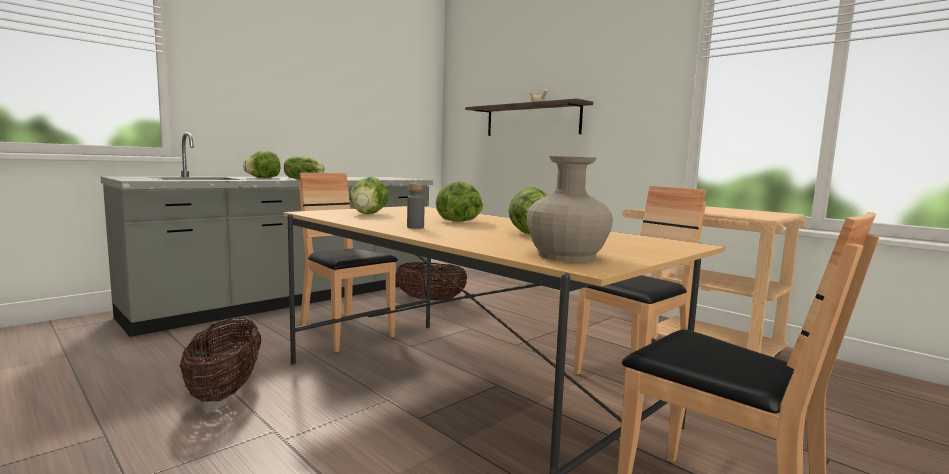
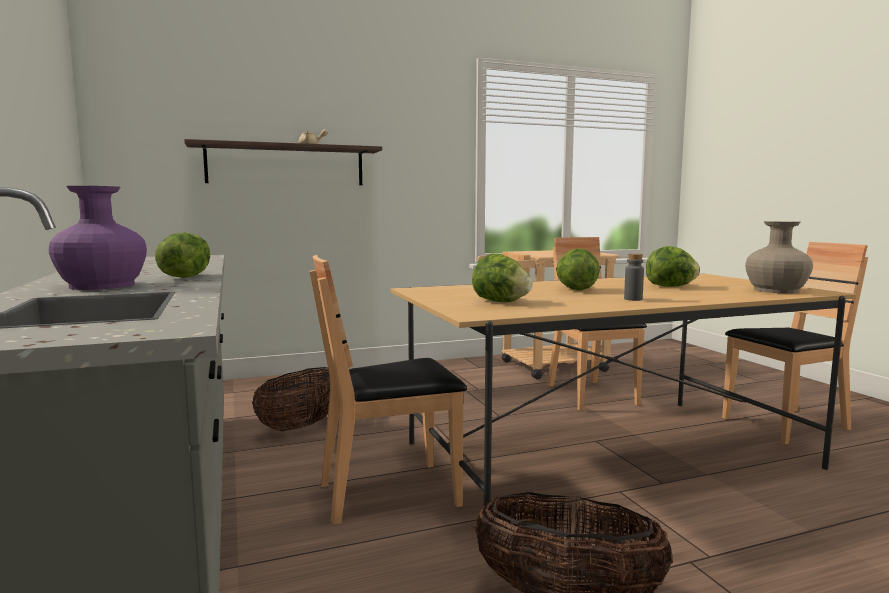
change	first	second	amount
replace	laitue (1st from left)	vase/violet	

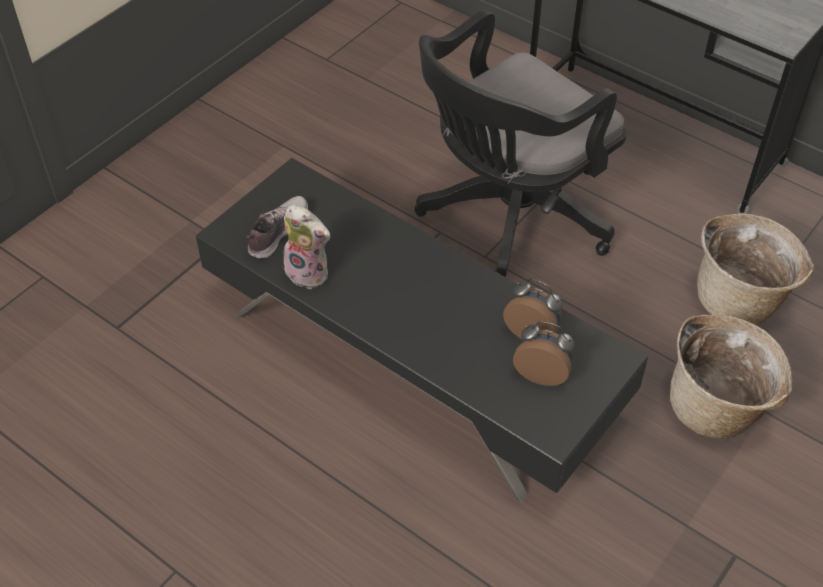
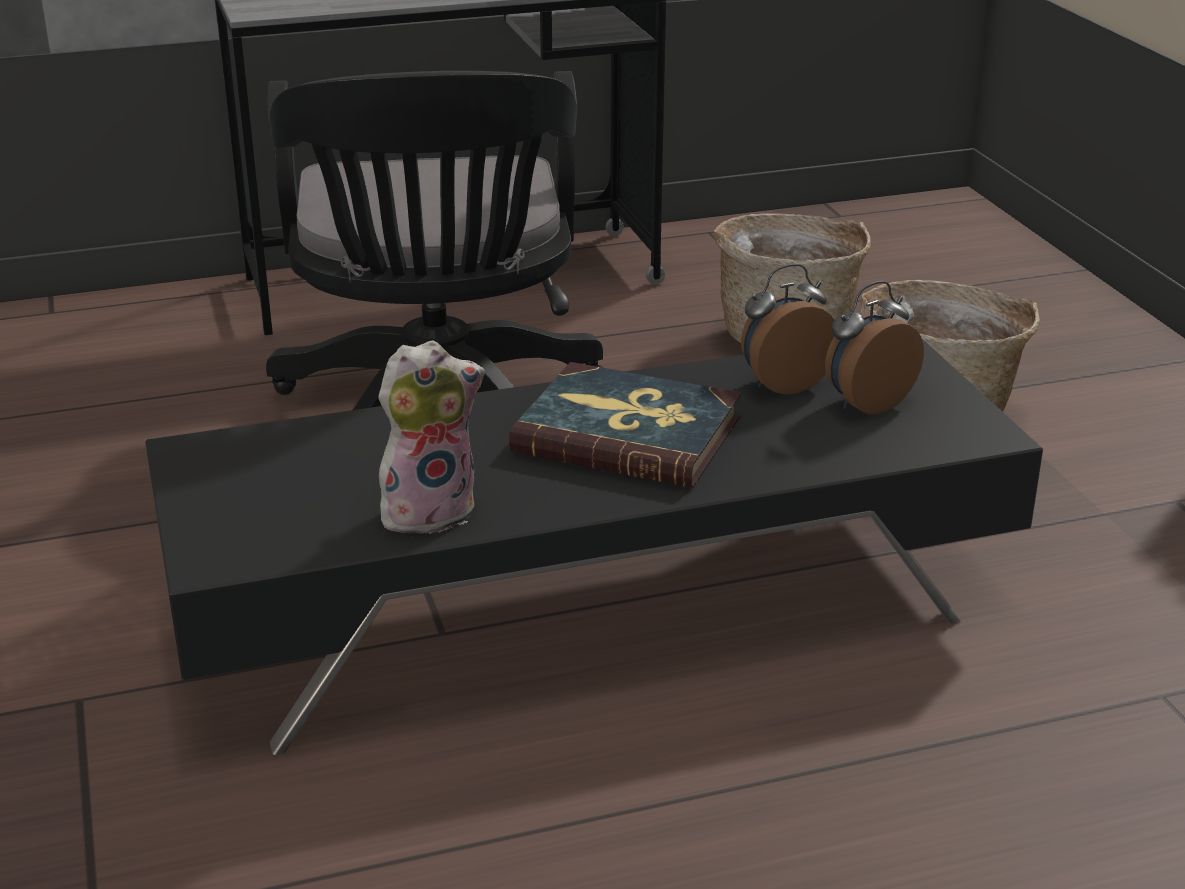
change	first	second	amount
delete	chaussure		
insert		livre	

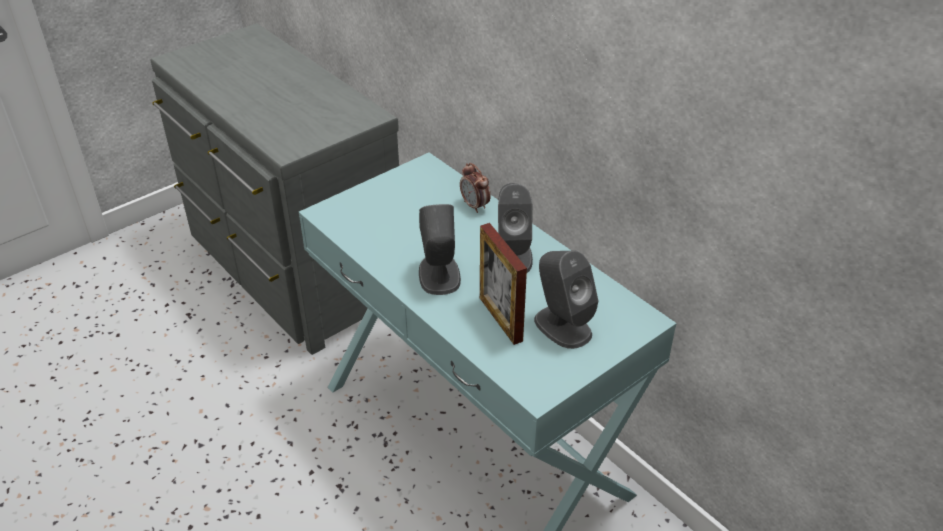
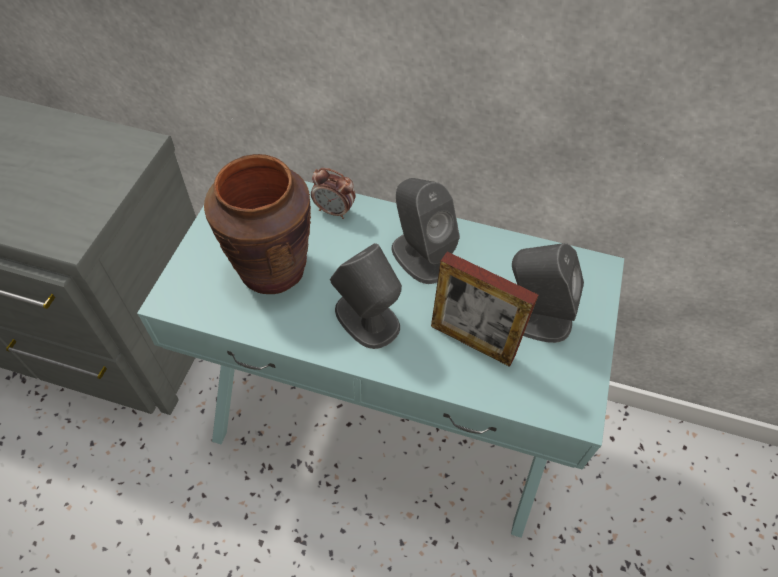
change	first	second	amount
insert		vase/marron	

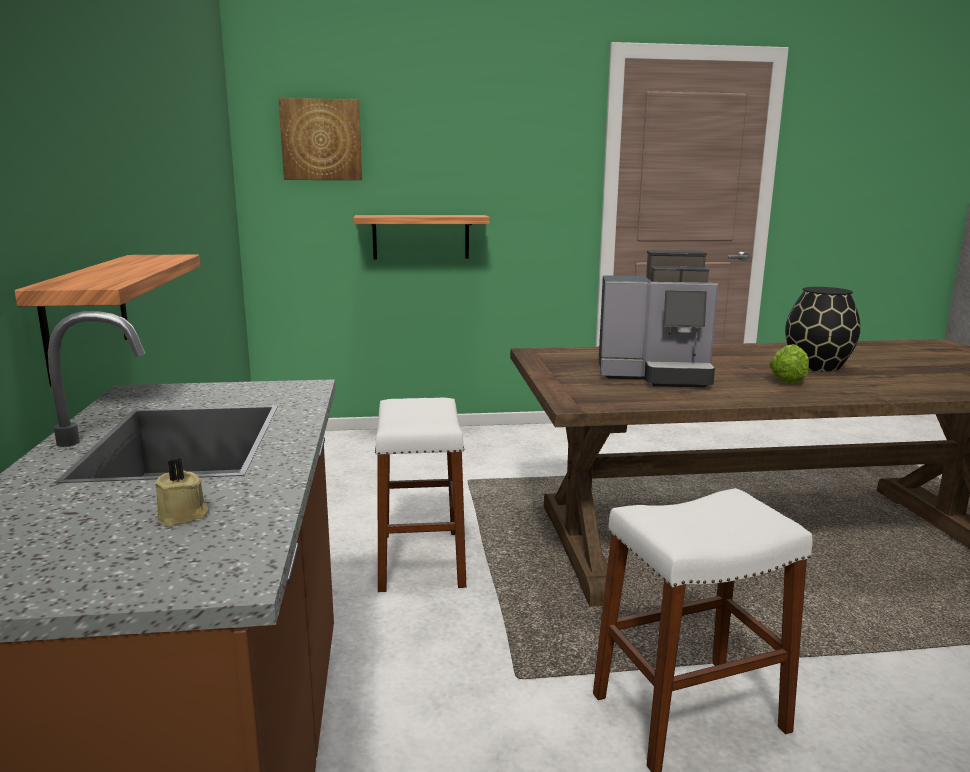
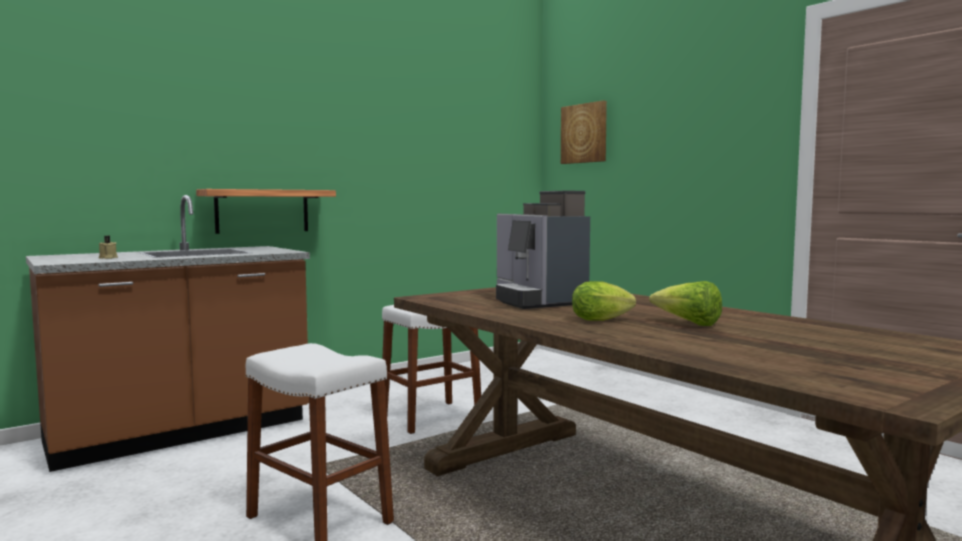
change	first	second	amount
delete	étagère (2nd from left)		
replace	vase/noir	laitue (2nd from left)	

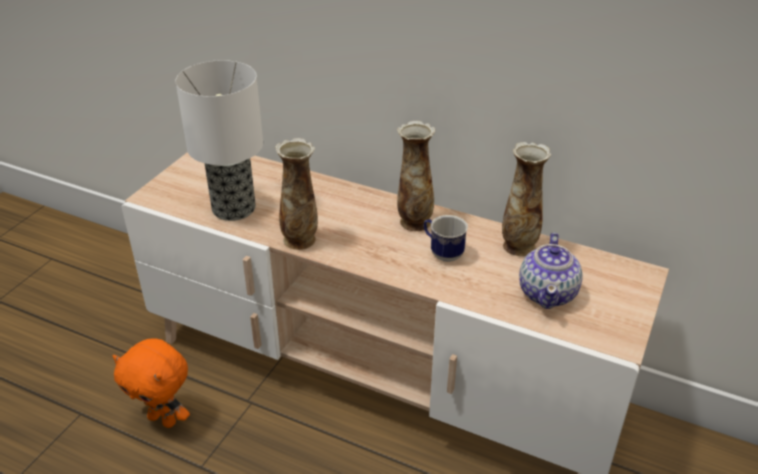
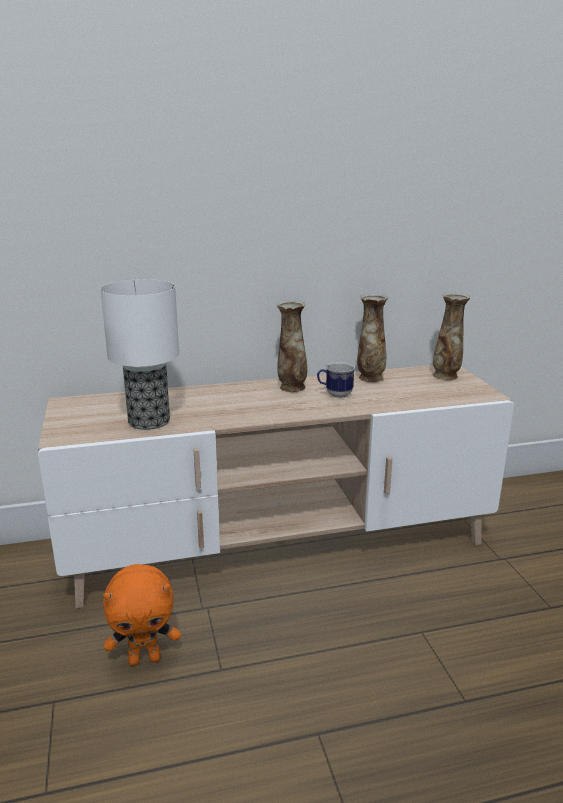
change	first	second	amount
delete	théière		
move	vase (1st from left in the first image)	vase (3rd from left)	

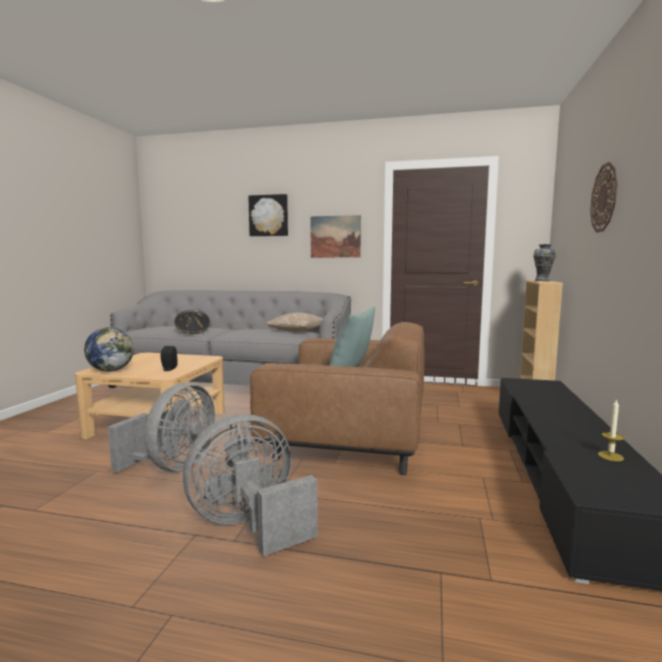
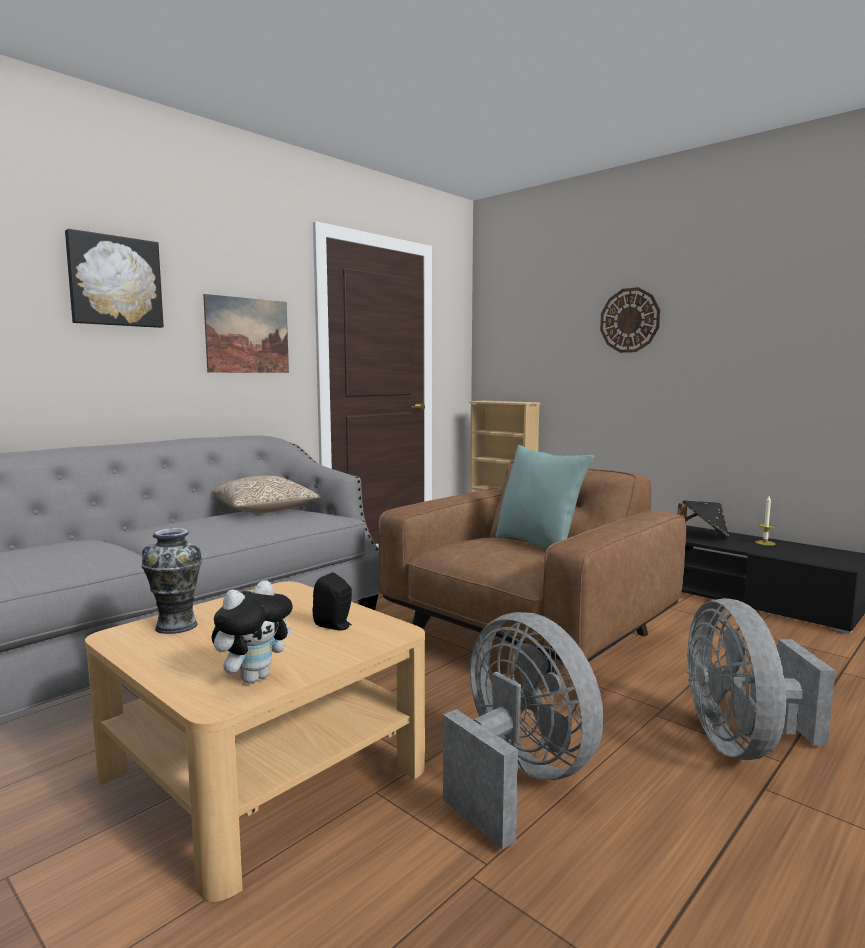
change	first	second	amount
move	chapeau/noir		
move	vase		
replace	globe	peluche	

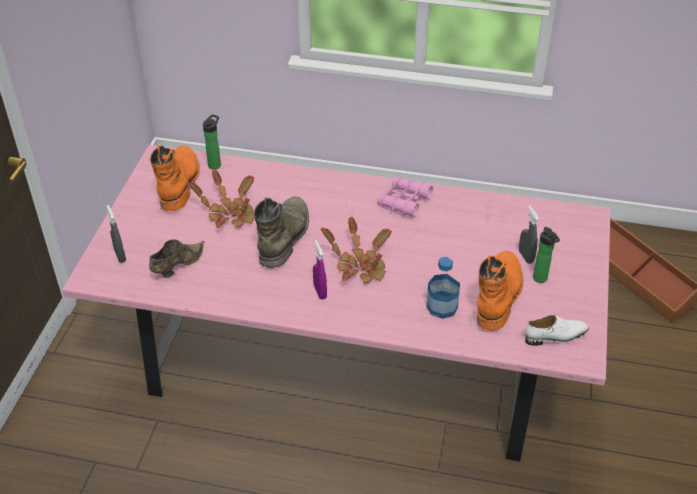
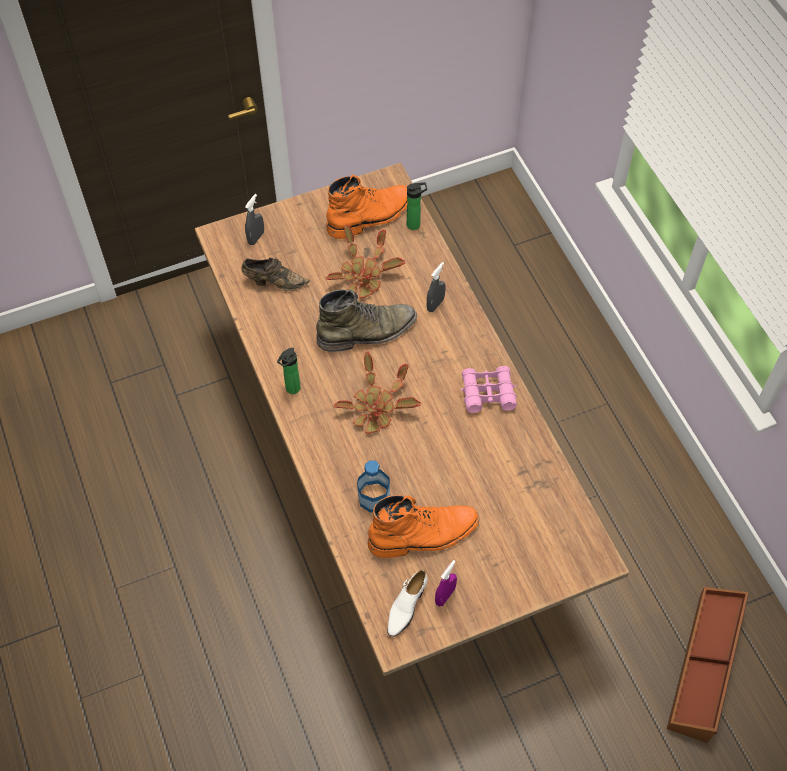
change	first	second	amount
move	vaporisateur/violet		
move	vaporisateur/gris (2nd from left)		
move	bouteille (3rd from left in the first image)	bouteille (1st from left)	
recolor	table à manger/rose	table à manger/marron	
rotate	chaussure/blanc		75 degrees clockwise

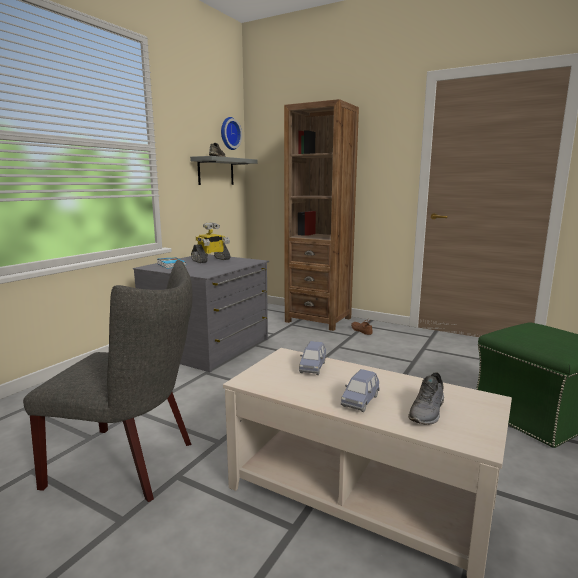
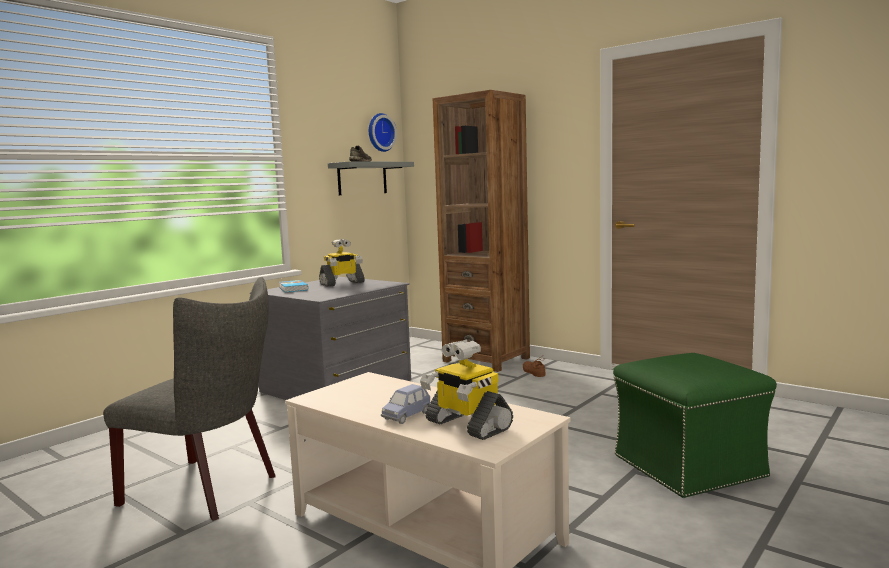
change	first	second	amount
delete	petite voiture/bleu (1st from left)		
replace	chaussure/gris (2nd from left)	robot jouet (2nd from left)	

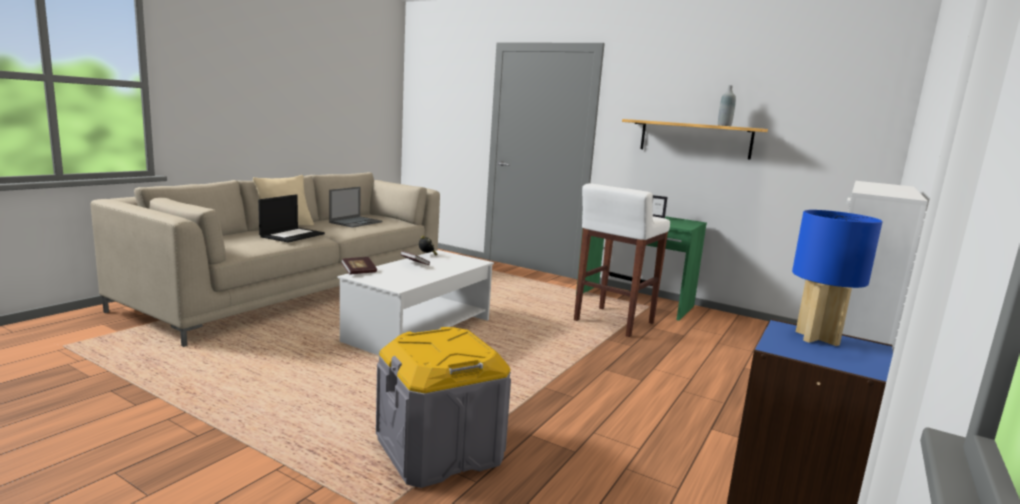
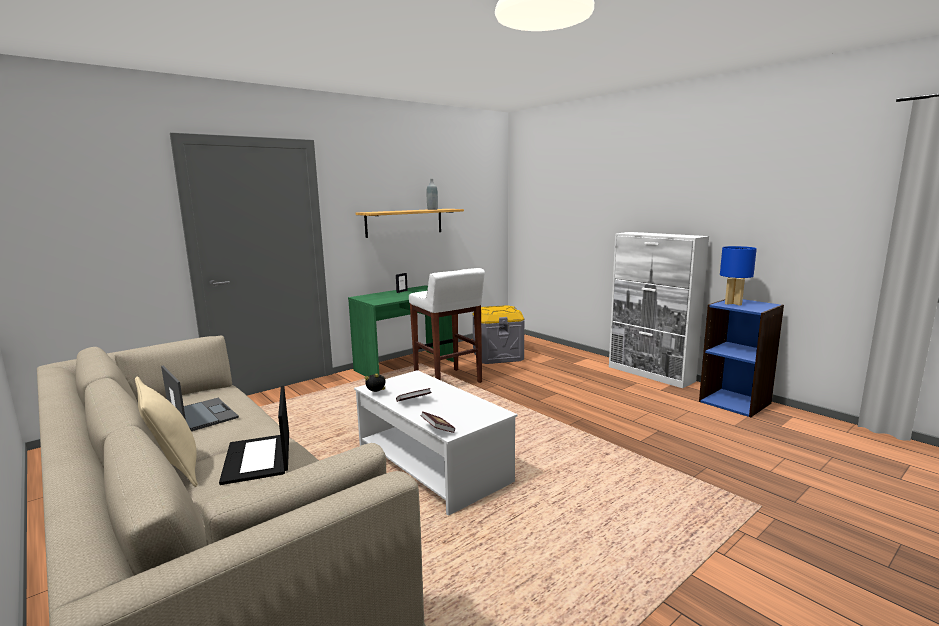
change	first	second	amount
move	boîte de rangement/gris		
rotate	ordinateur portable (1st from left in the first image)	ordinateur portable (2nd from left)	150 degrees counterclockwise

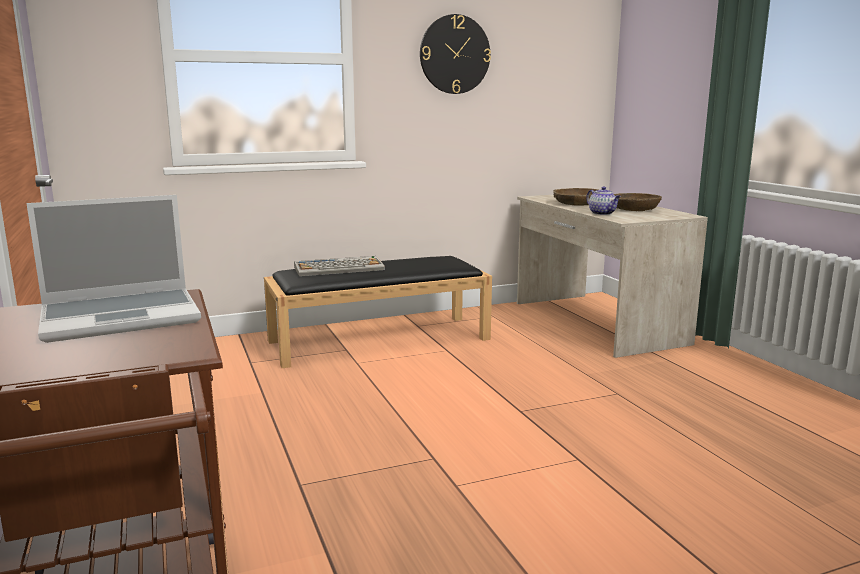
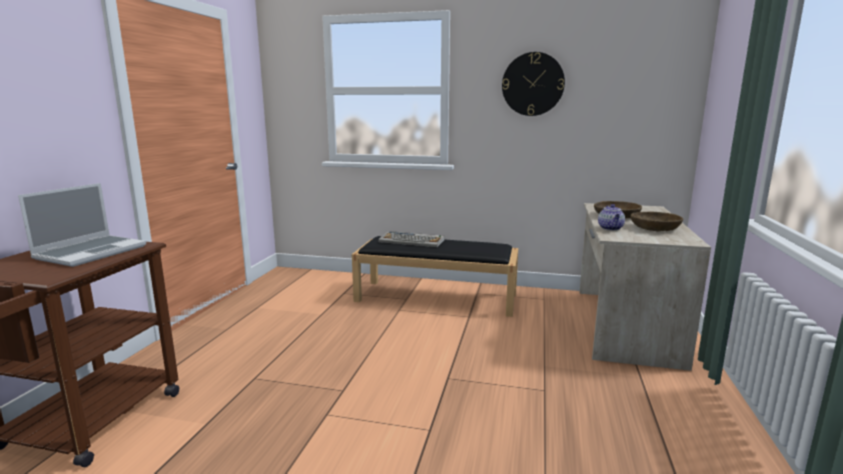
change	first	second	amount
rotate	ordinateur portable		75 degrees counterclockwise

